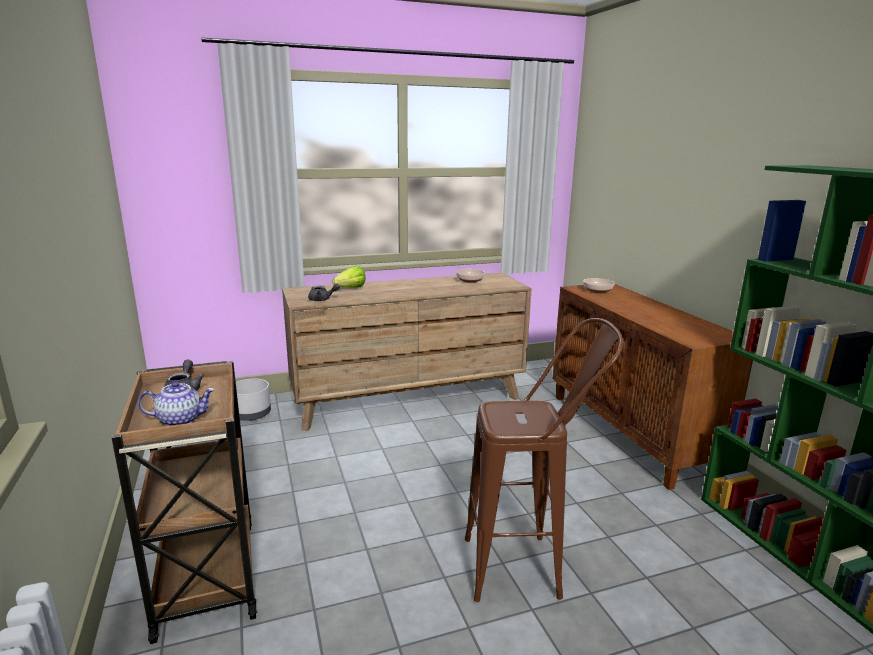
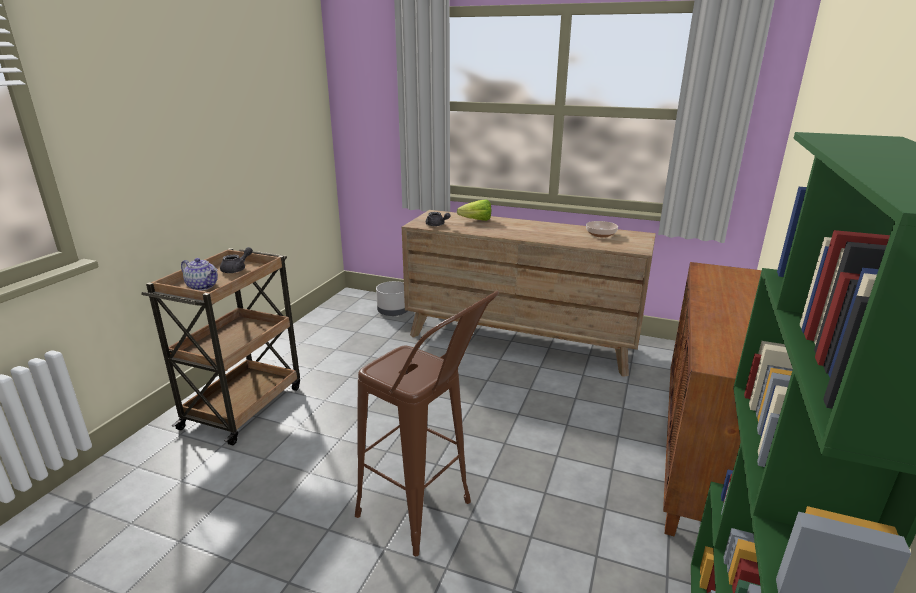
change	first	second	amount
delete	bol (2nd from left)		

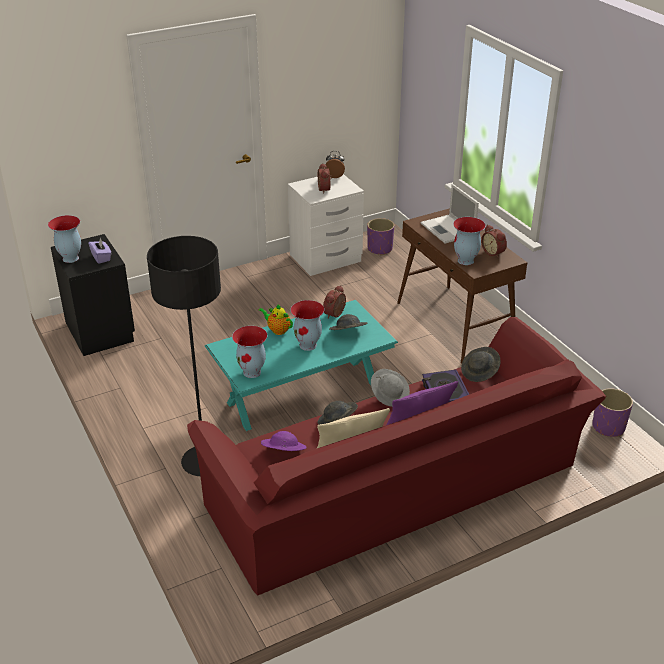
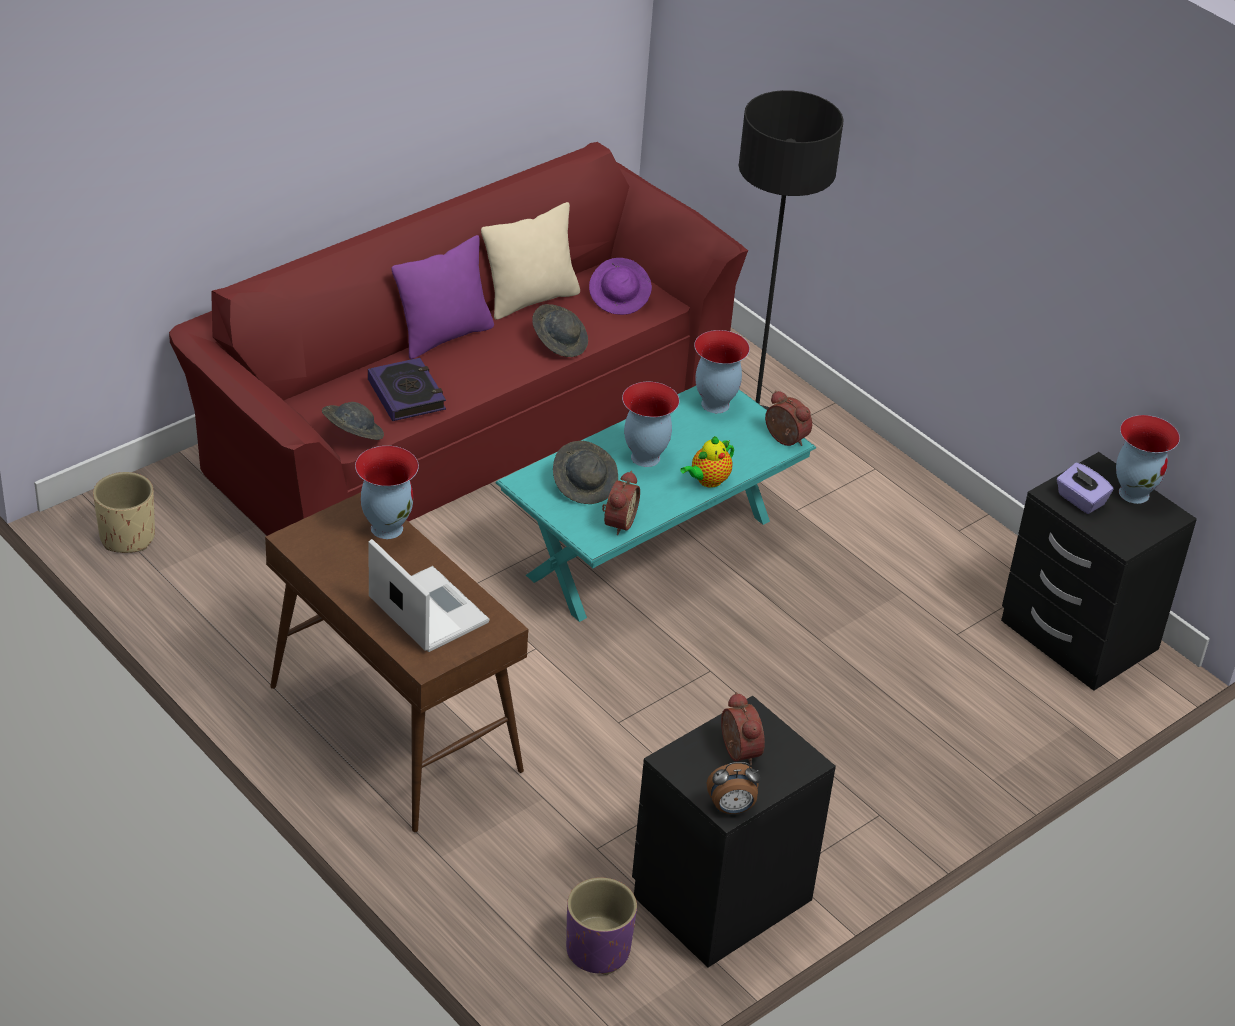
change	first	second	amount
delete	chapeau/gris (3rd from left)		
move	réveil (4th from left)		
recolor	table de chevet/blanc	table de chevet/noir (1st from left)	
recolor	cache-pot/violet (2nd from left)	cache-pot/beige	
rotate	théière		120 degrees clockwise

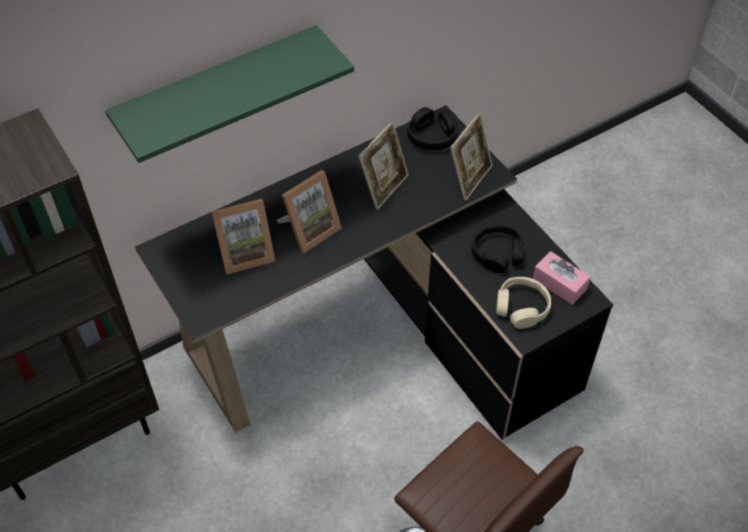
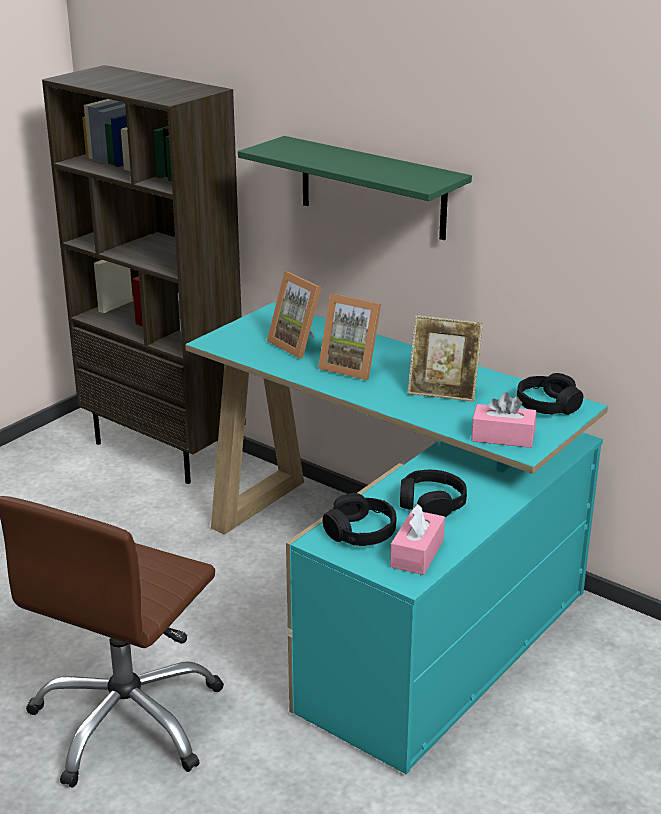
change	first	second	amount
replace	cadre photo (4th from left)	boîte à mouchoirs/rose (2nd from left)	
recolor	bureau/noir	bureau/turquoise	
recolor	casque audio/beige	casque audio/noir (1st from left)	

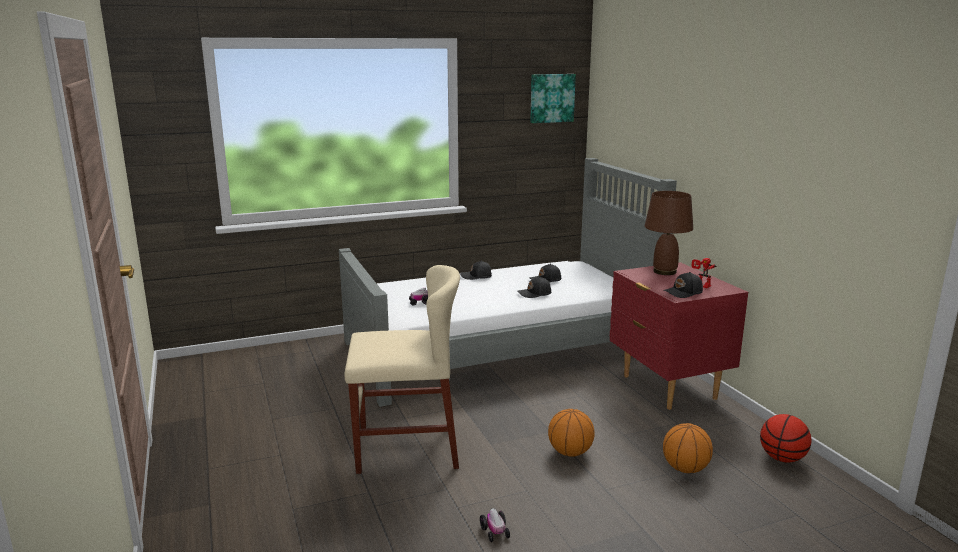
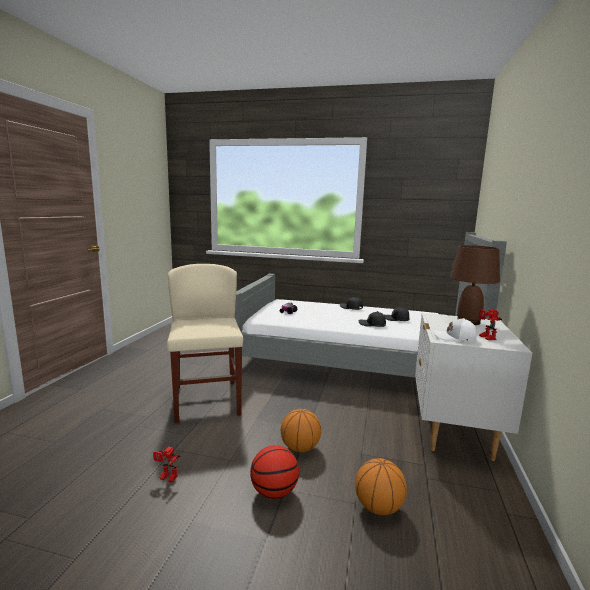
change	first	second	amount
delete	tableau		
move	ballon de basket (3rd from left in the first image)	ballon de basket (1st from left)	
replace	petite voiture (2nd from left)	robot jouet (1st from left)	
recolor	table de chevet/rouge	table de chevet/blanc	
recolor	casquette/noir (4th from left)	casquette/blanc	
rotate	chaise/beige		135 degrees counterclockwise

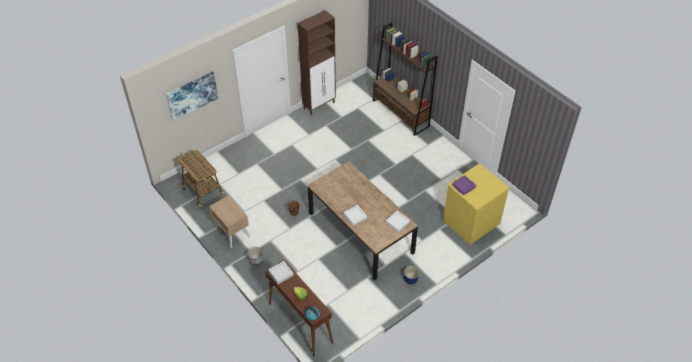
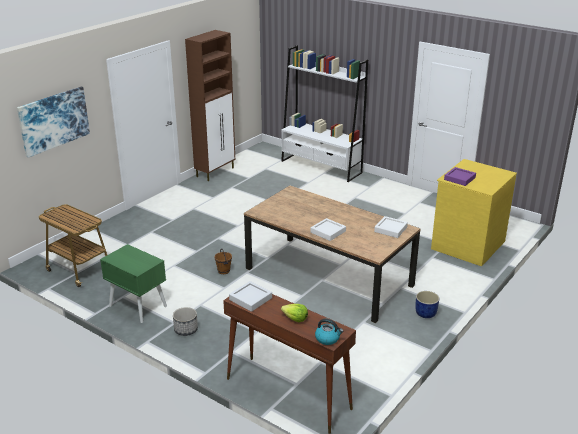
change	first	second	amount
recolor	table de chevet/beige	table de chevet/vert	
recolor	bibliothèque/marron	bibliothèque/blanc	

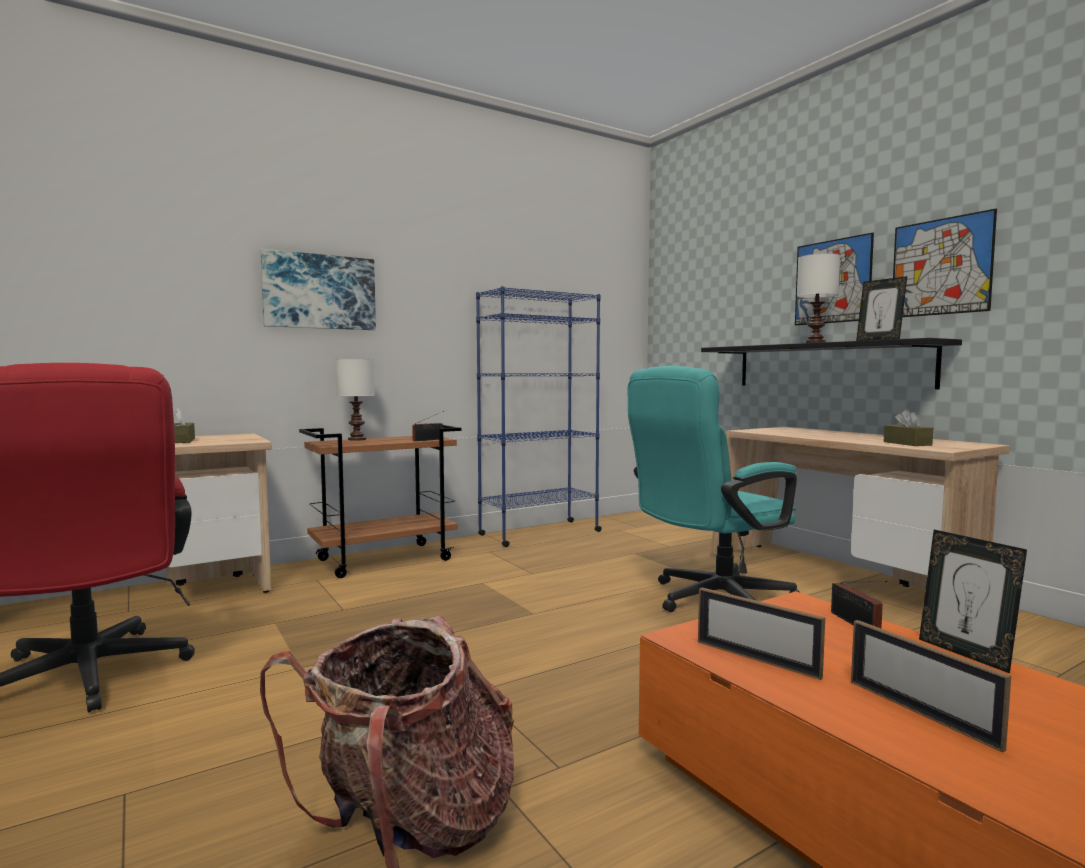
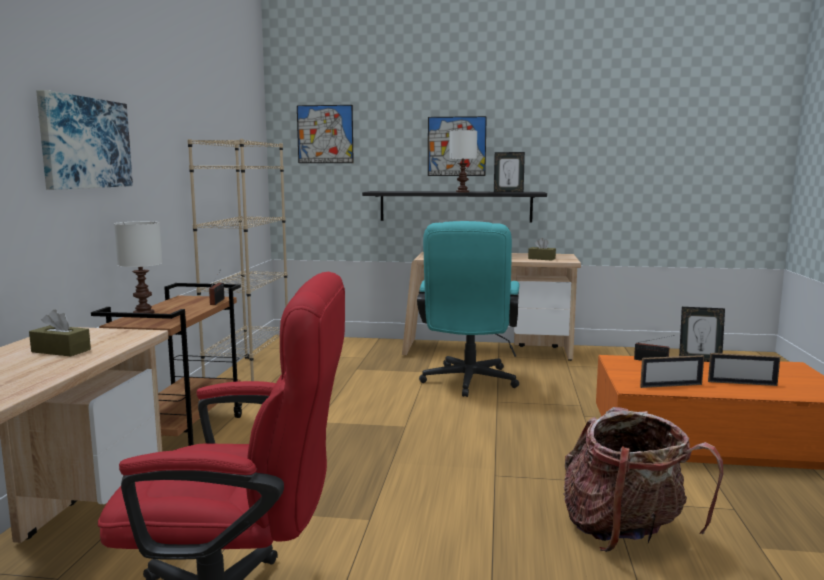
change	first	second	amount
move	tableau (3rd from left in the first image)	tableau (2nd from left)	
recolor	bibliothèque/bleu	bibliothèque/beige	

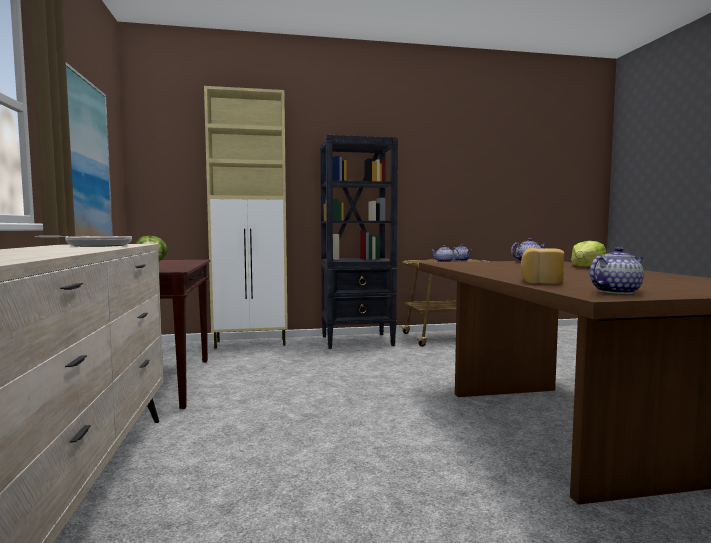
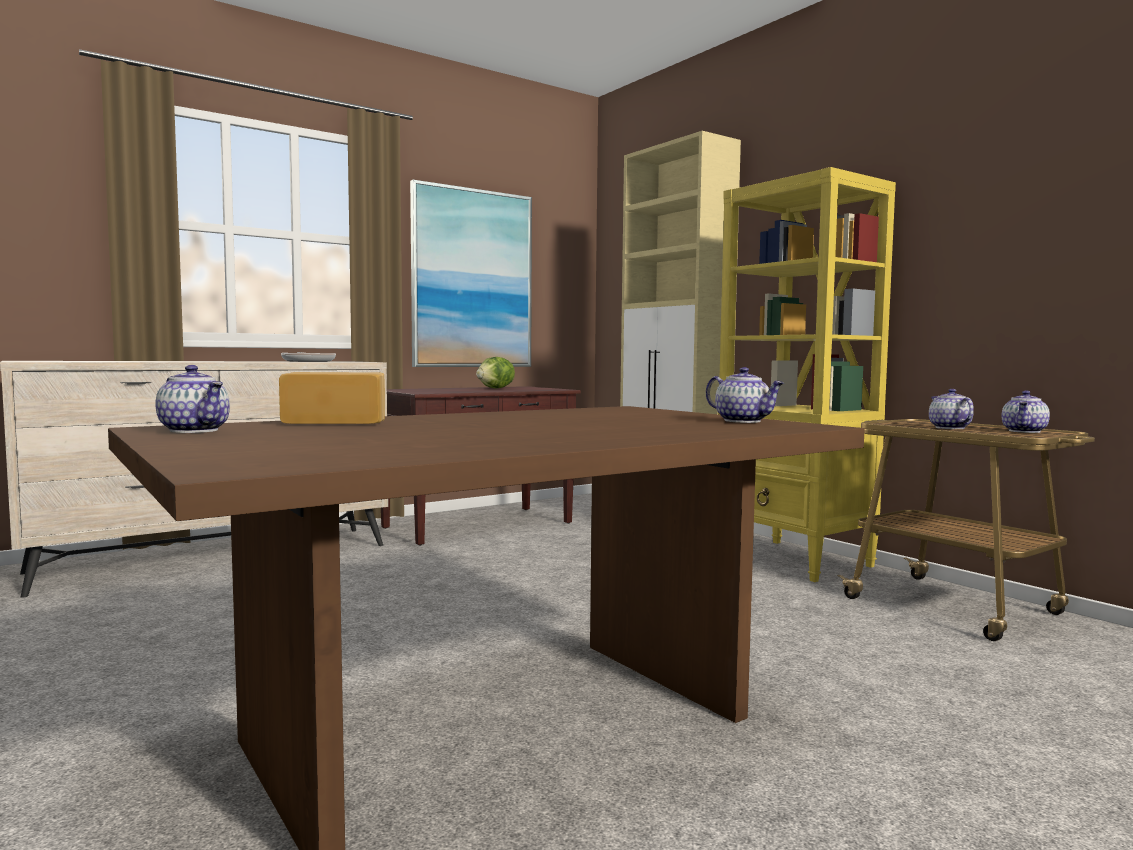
change	first	second	amount
delete	laitue (2nd from left)		
recolor	bibliothèque/noir	bibliothèque/jaune	

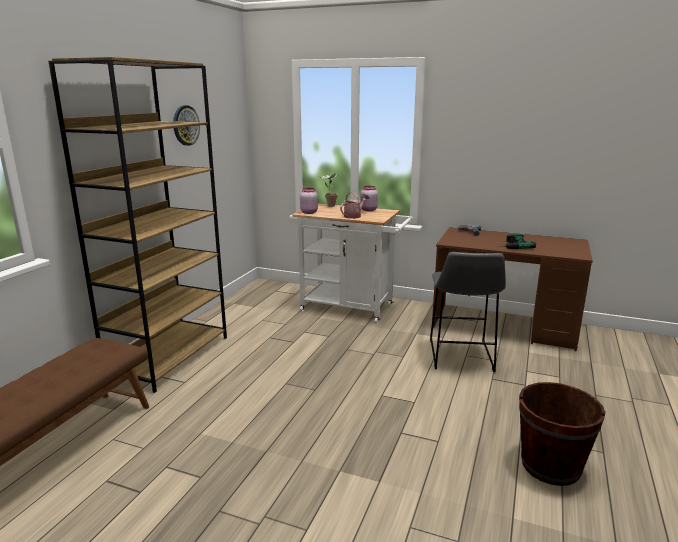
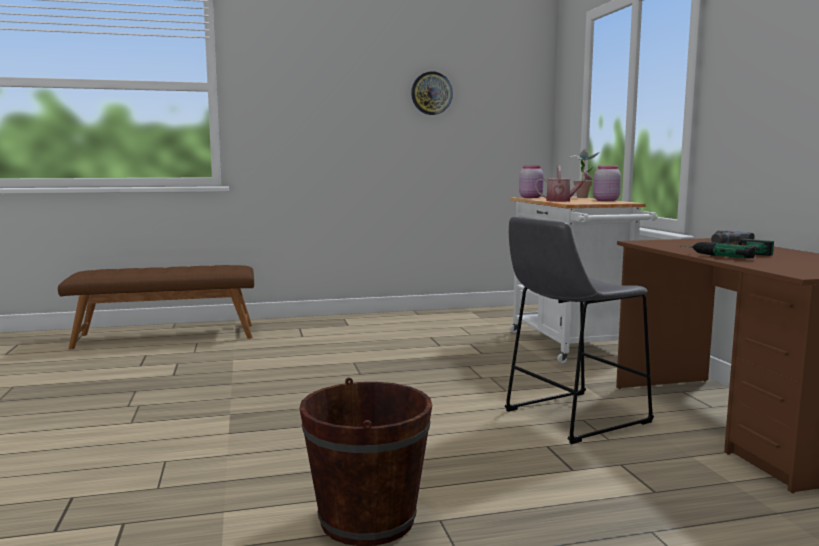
change	first	second	amount
delete	bibliothèque/marron		

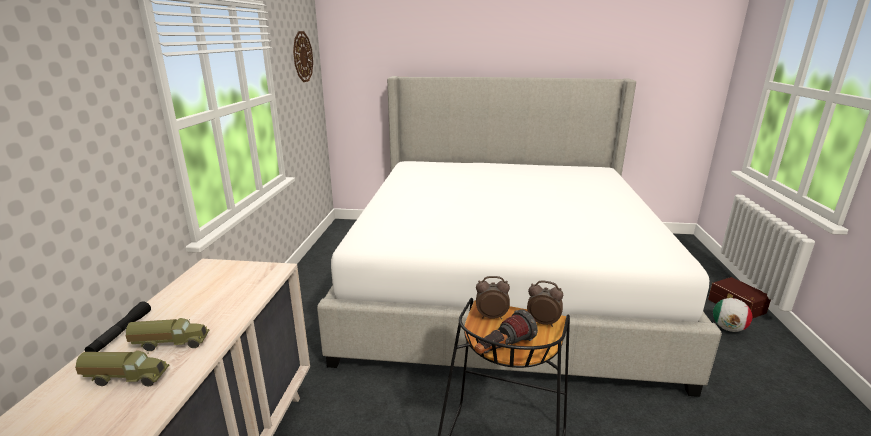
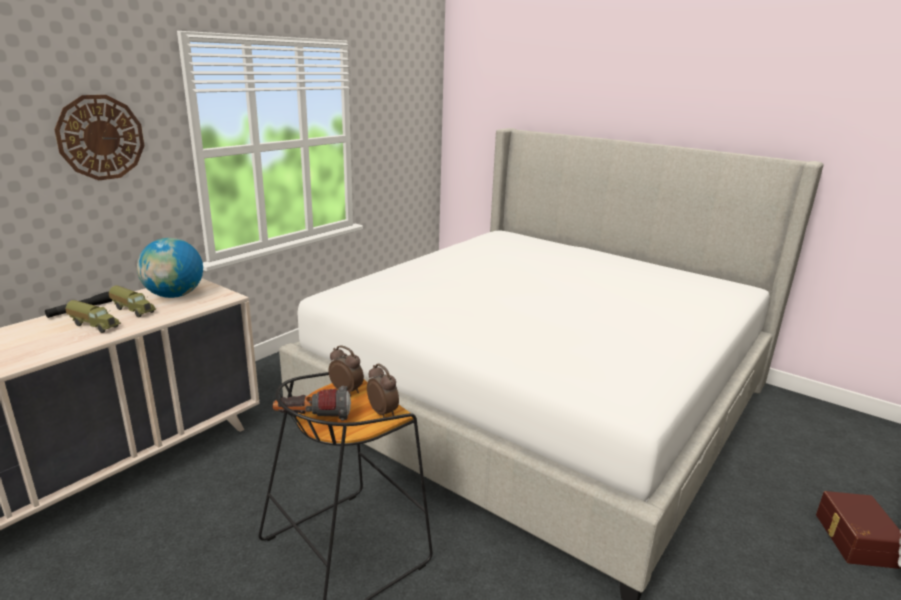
change	first	second	amount
delete	ballon de foot		
insert		globe	
move	camion jouet (1st from left in the first image)	camion jouet (2nd from left)	
move	horloge murale		

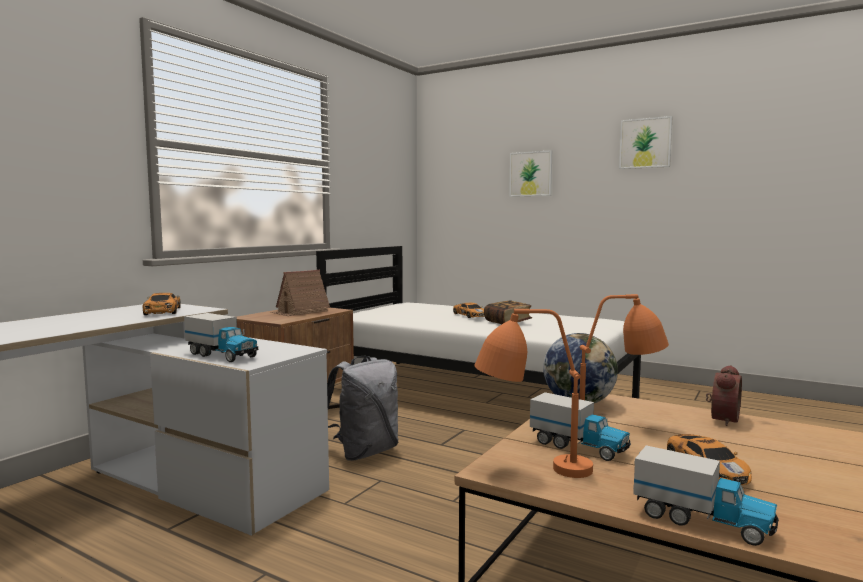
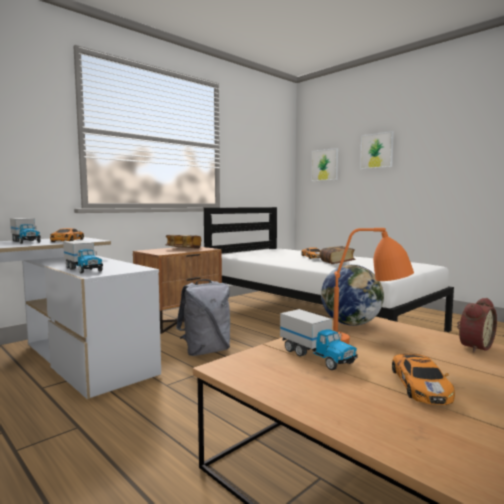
change	first	second	amount
delete	lampe de table/orange (1st from left)		
move	tableau (2nd from left in the first image)	tableau (1st from left)	
move	camion jouet (3rd from left in the first image)	camion jouet (1st from left)	
replace	maison miniature	livre (1st from left)	

